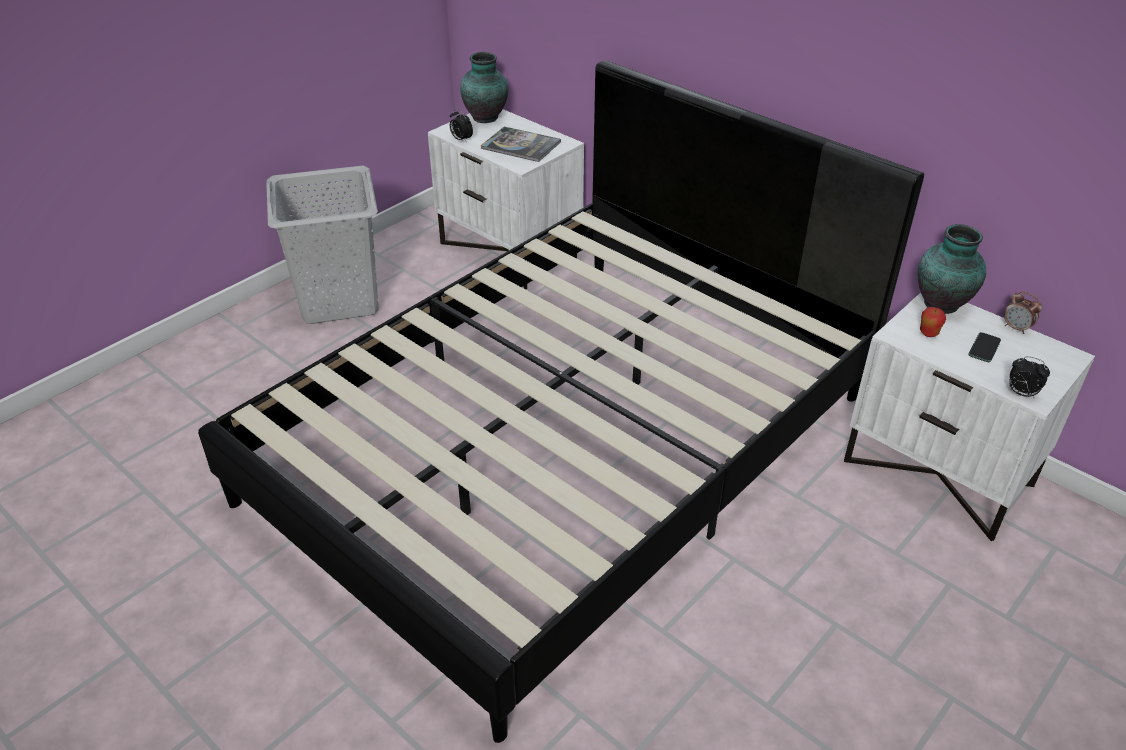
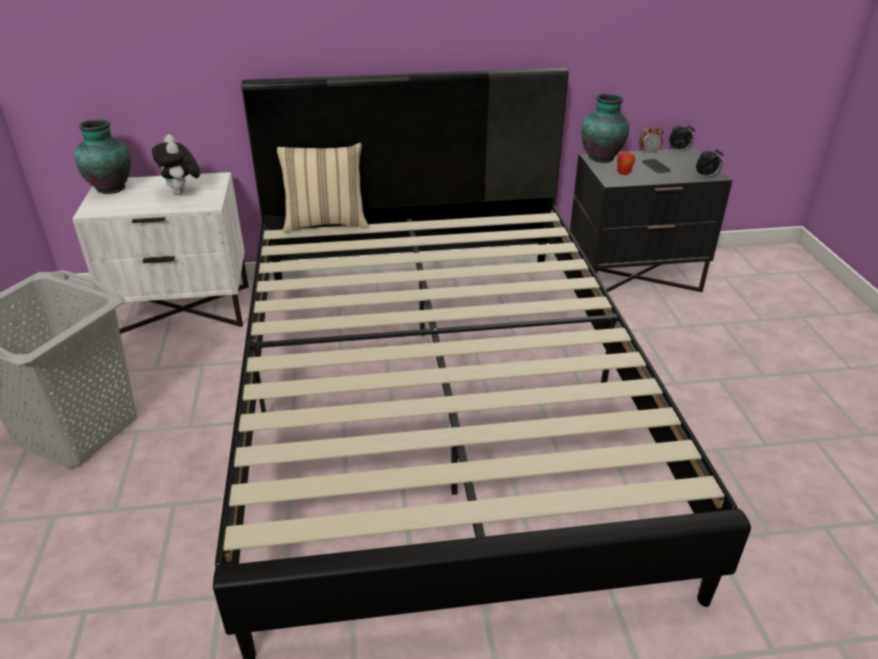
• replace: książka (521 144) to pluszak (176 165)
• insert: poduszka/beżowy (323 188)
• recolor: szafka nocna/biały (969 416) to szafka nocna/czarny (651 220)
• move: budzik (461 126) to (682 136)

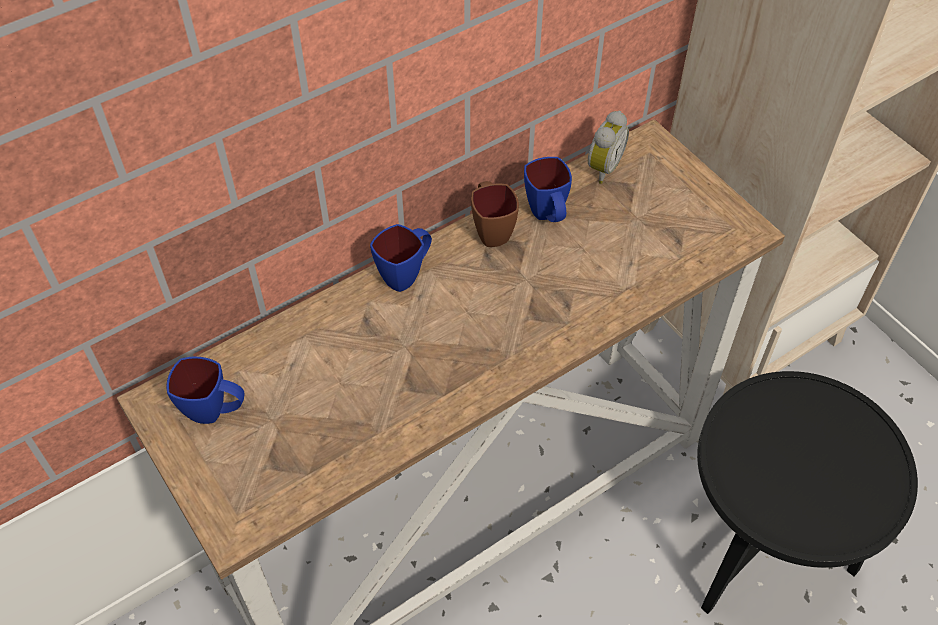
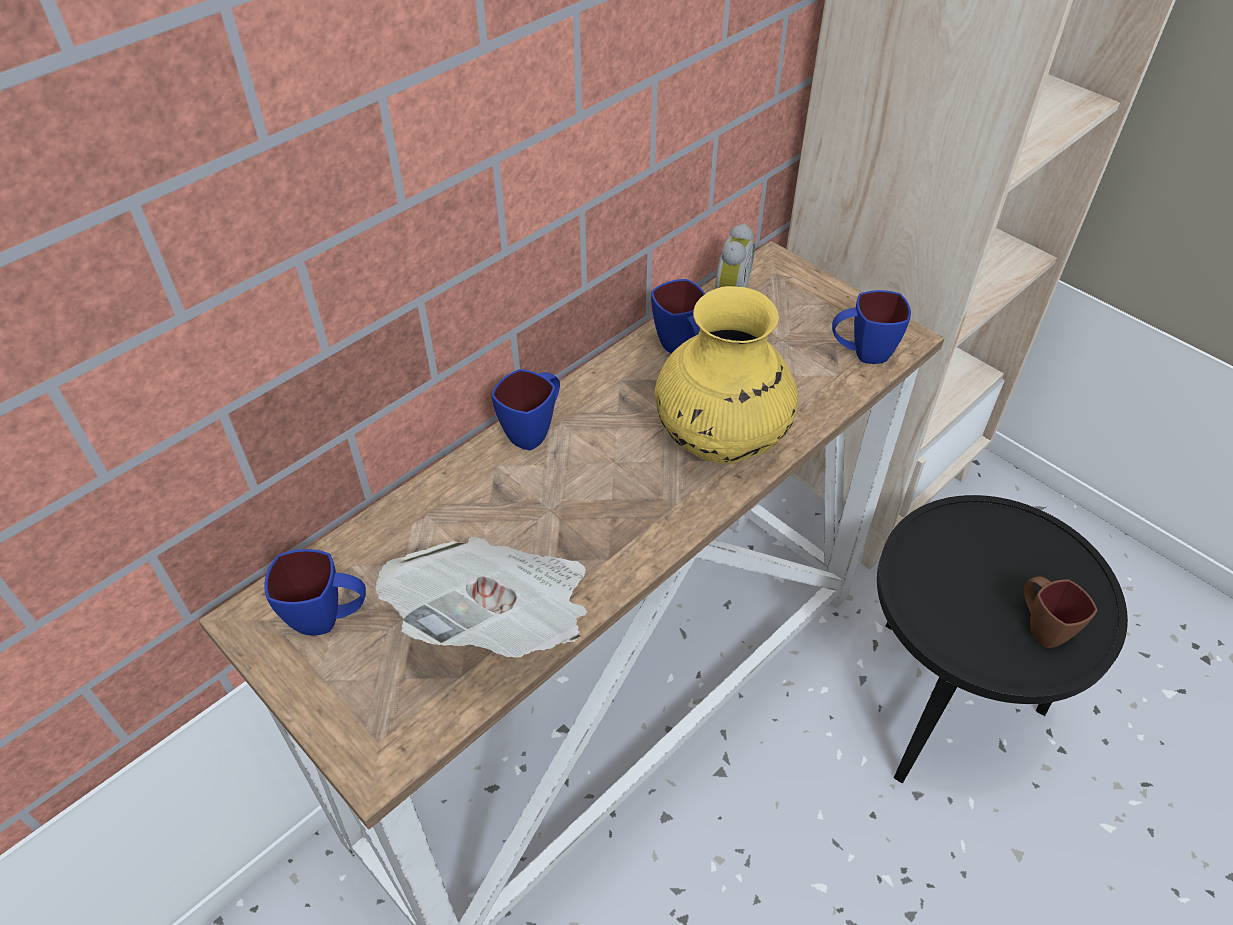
• insert: gazeta (481 597)
• insert: wazon/żółty (726 375)
• insert: kubek/niebieski (871 327)
• move: kubek/brązowy (495 214) to (1061 612)

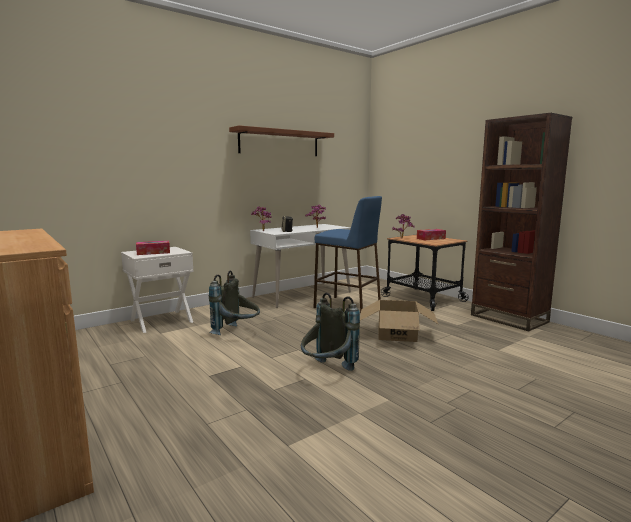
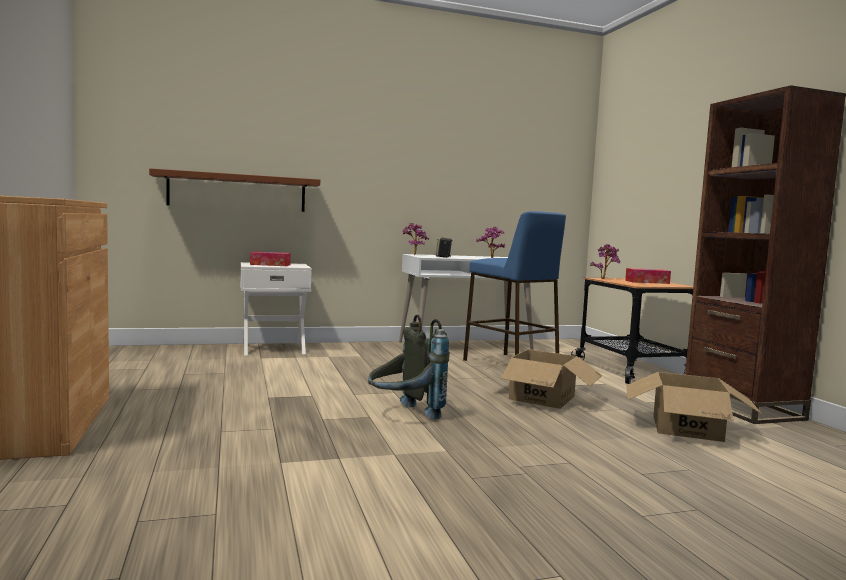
• move: półka/brązowy (281 140) to (234 190)
• insert: karton (694 407)
• delete: plecak/szary (234 303)

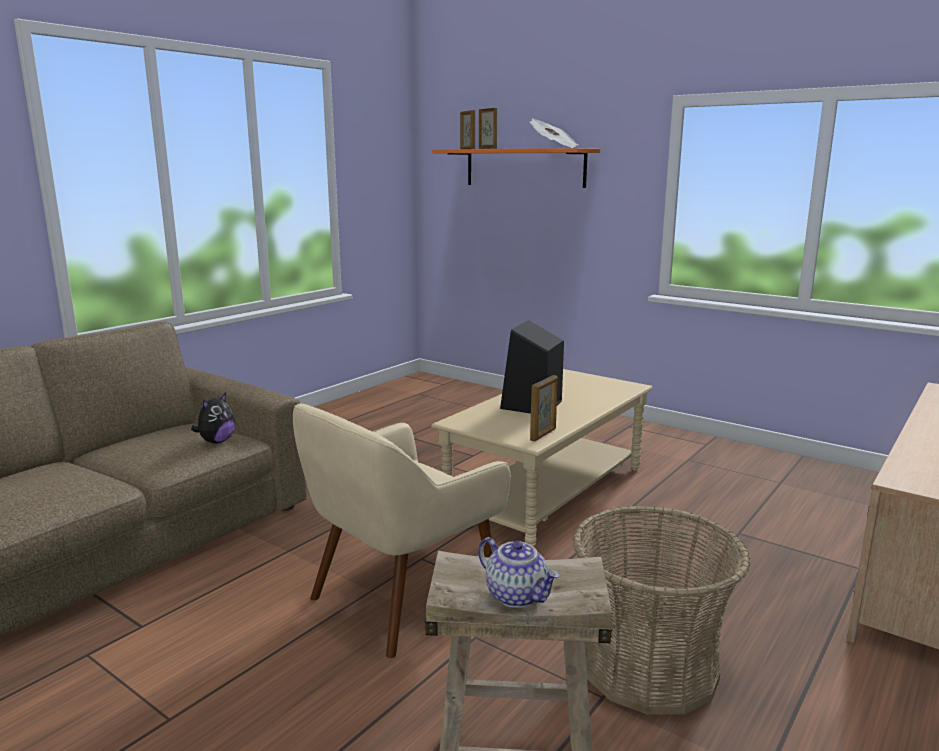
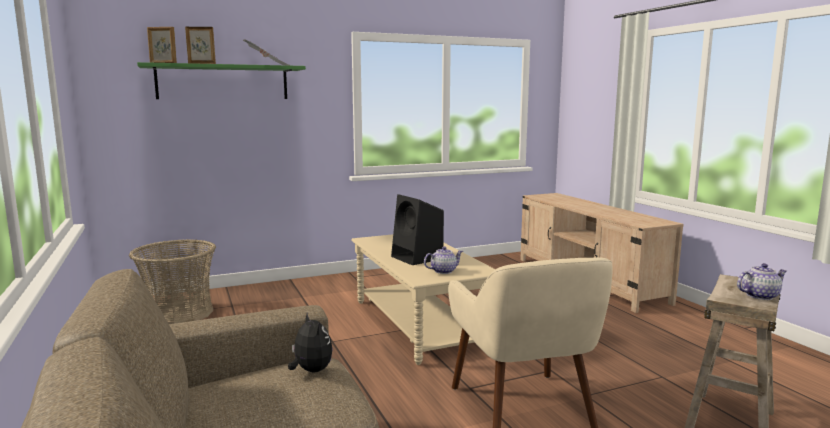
• move: koszyk (662 610) to (172 281)
• recolor: półka/pomarańczowy (516 168) to półka/zielony (221 80)
• insert: imbryk (443 260)
• delete: ramka na zdjęcie (544 408)

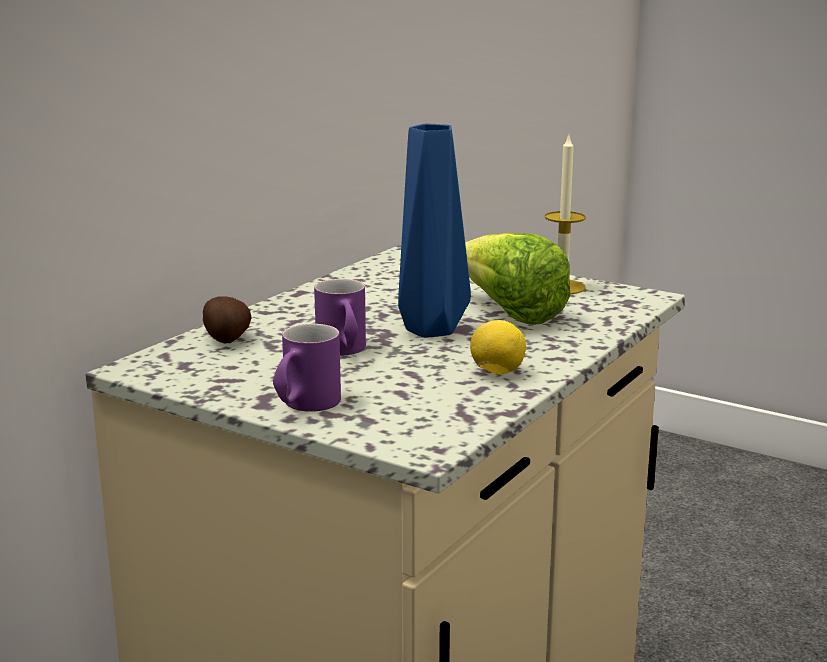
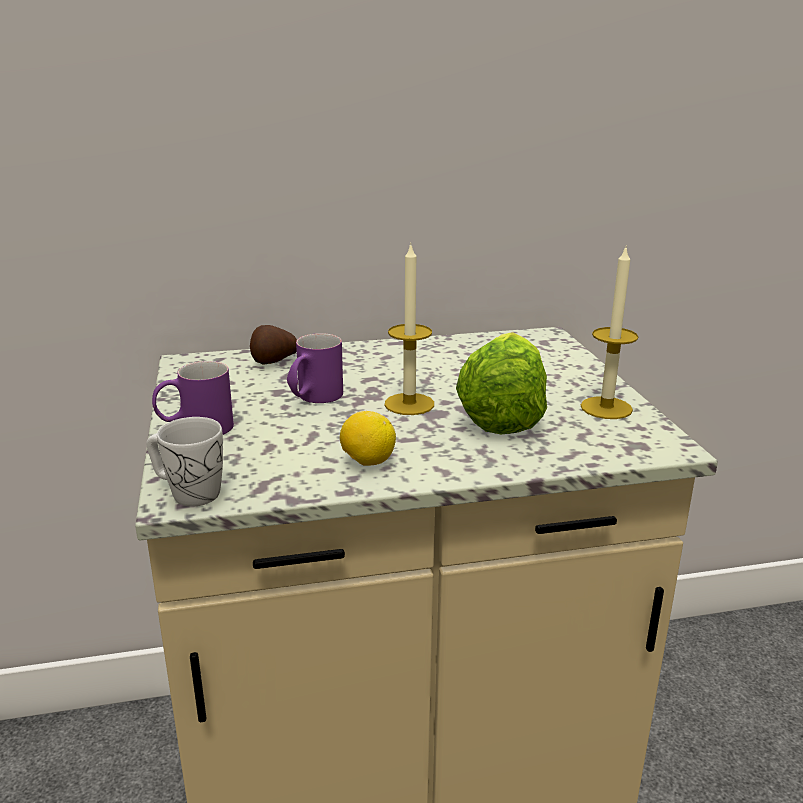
• insert: kubek/biały (184 462)
• replace: wazon/niebieski (434 231) to świeca (409 328)

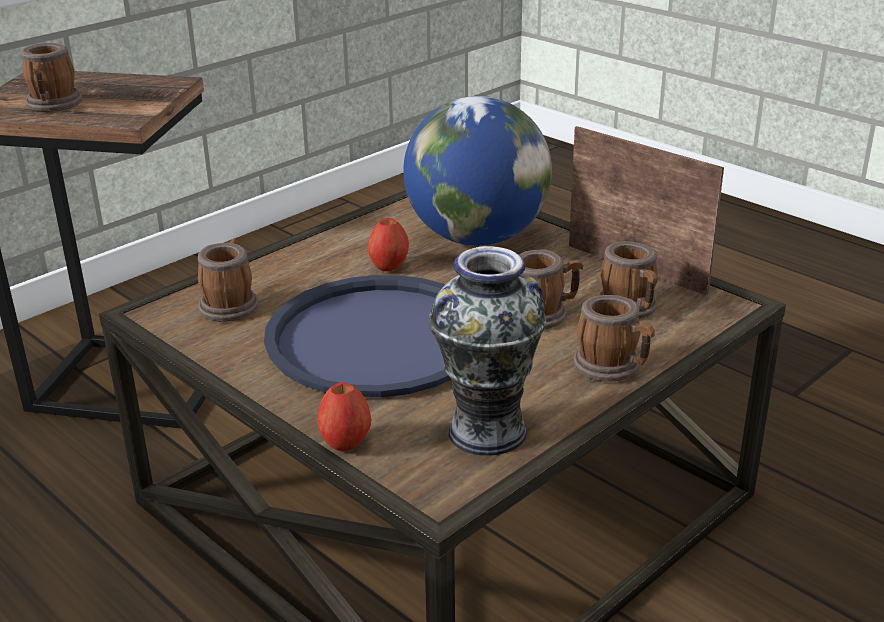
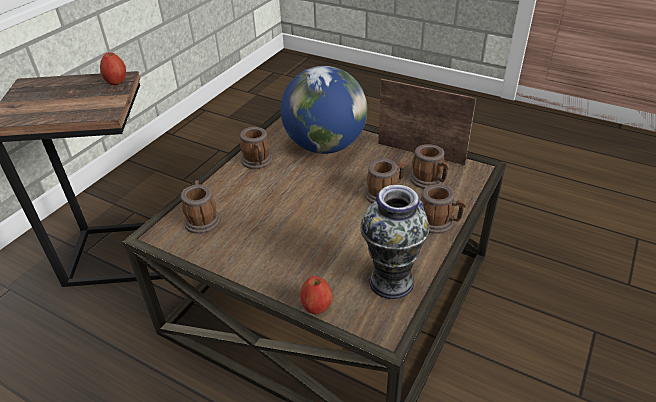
• move: jabłko (388 244) to (113 68)
• move: kubek (51 77) to (256 148)
• delete: taca/niebieski (357 336)

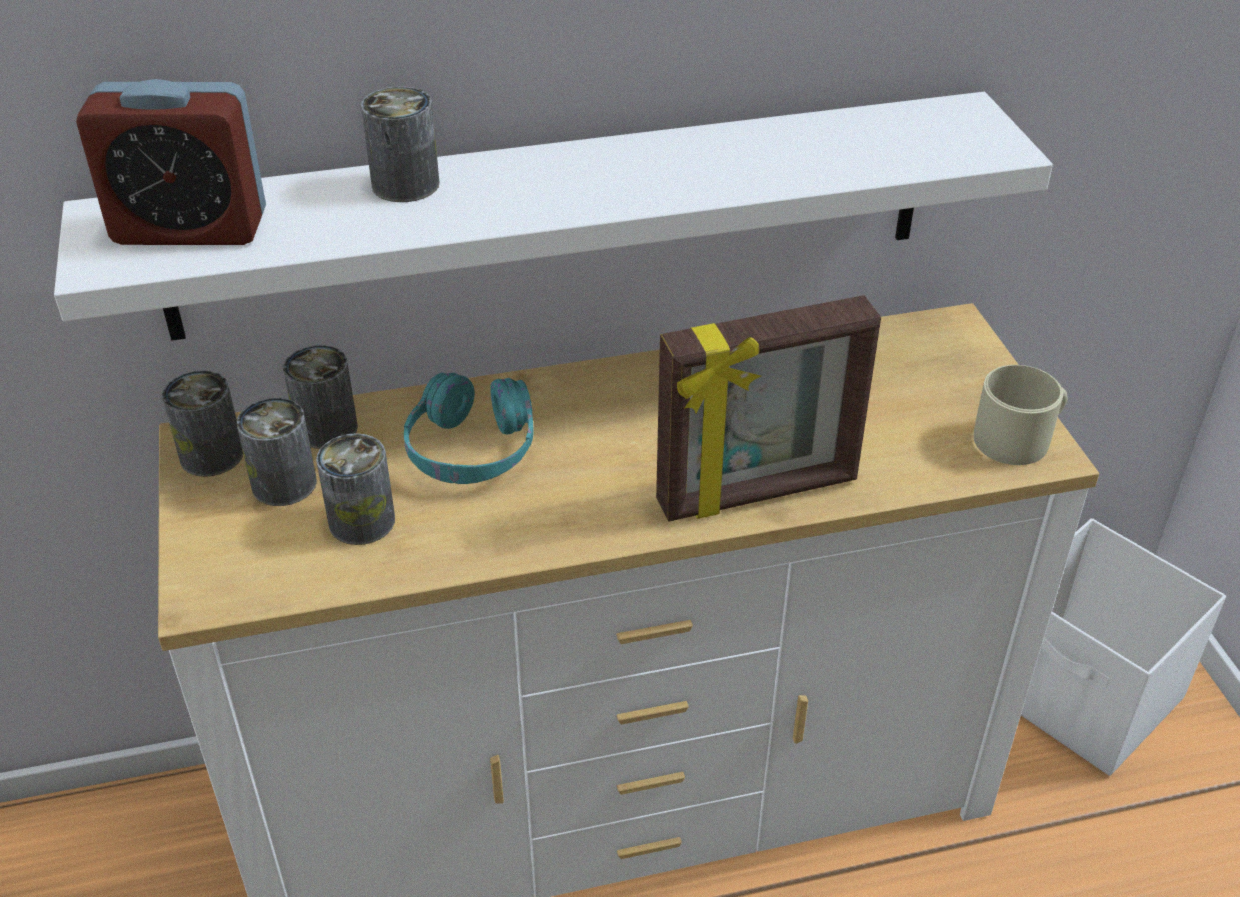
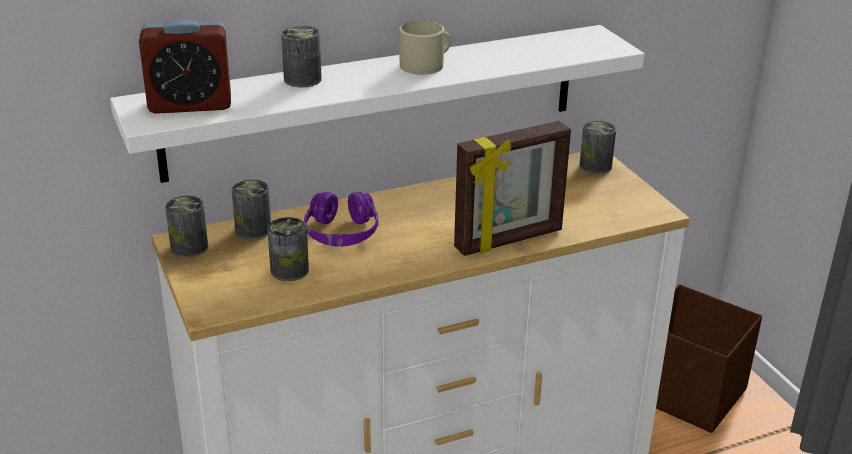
• recolor: słuchawki/turkusowy (469 428) to słuchawki/fioletowy (341 219)
• move: kubek/beżowy (1020 415) to (425 47)
• move: puszka (277 452) to (598 147)
• recolor: pojemnik do przechowywania/biały (1123 646) to pojemnik do przechowywania/brązowy (709 358)

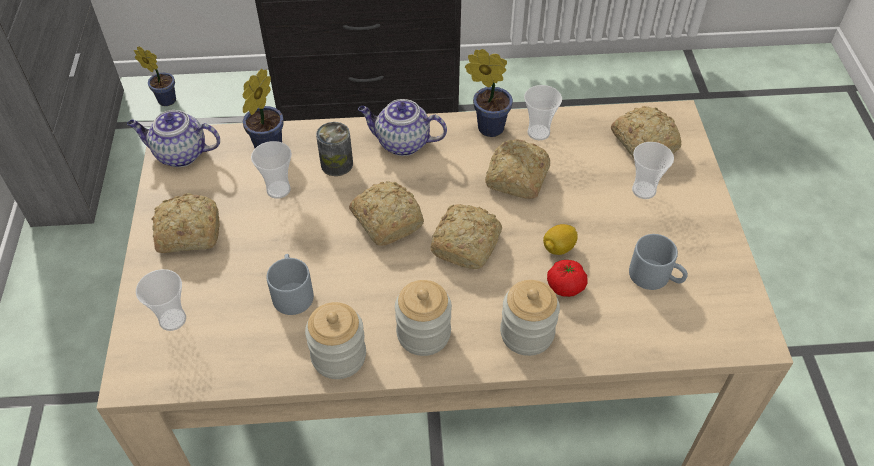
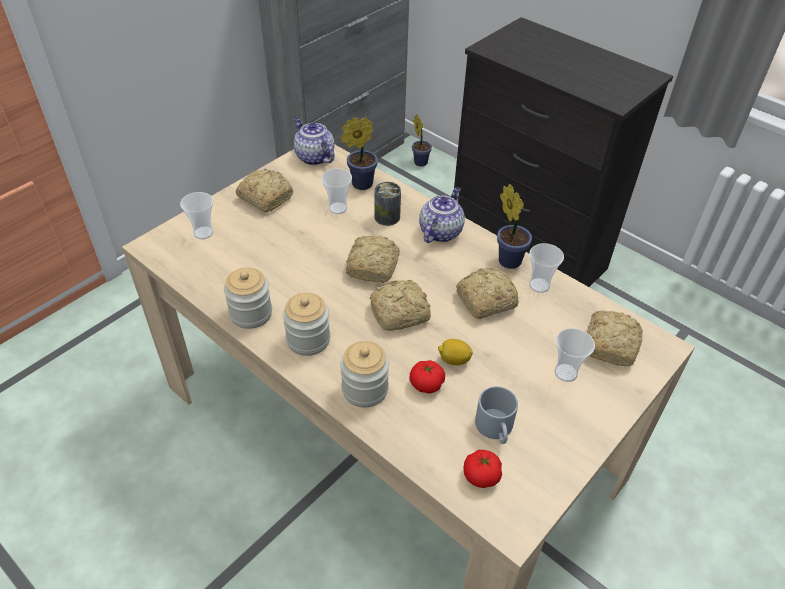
• rotate: imbryk (402 127) = (442 215) 60 degrees clockwise
• insert: pomidor (482 469)
• delete: kubek/szary (290 284)

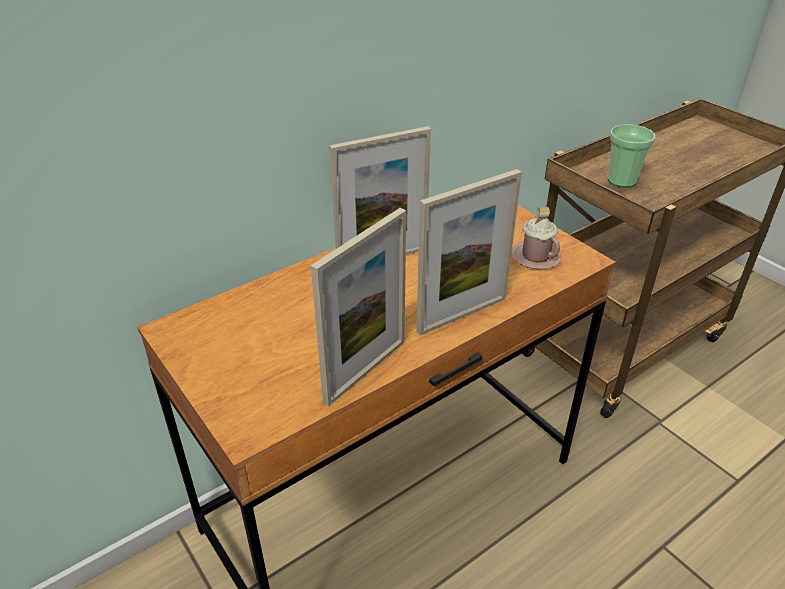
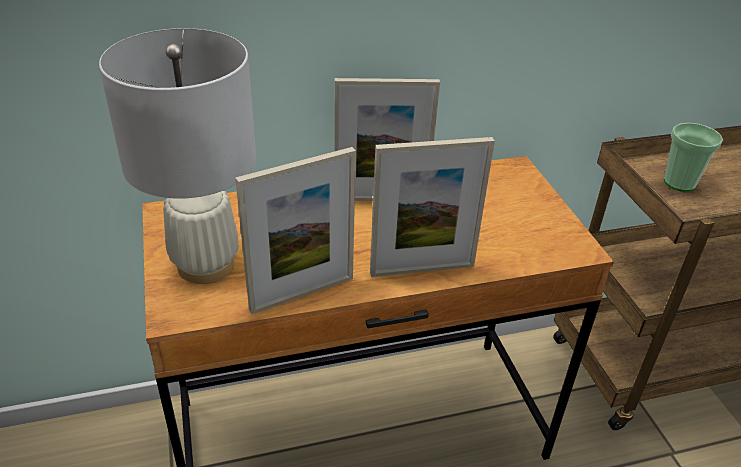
• insert: lampa stołowa/biały (177 156)
• delete: kubek/różowy (537 238)

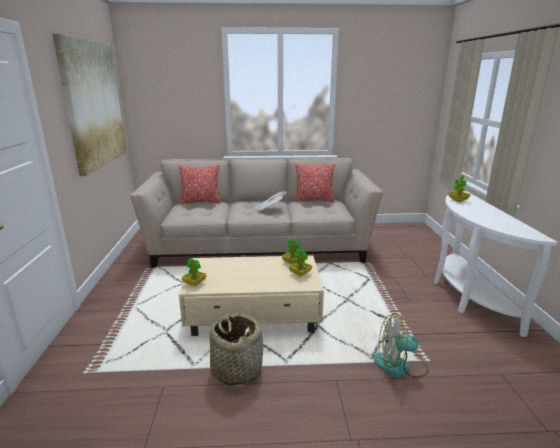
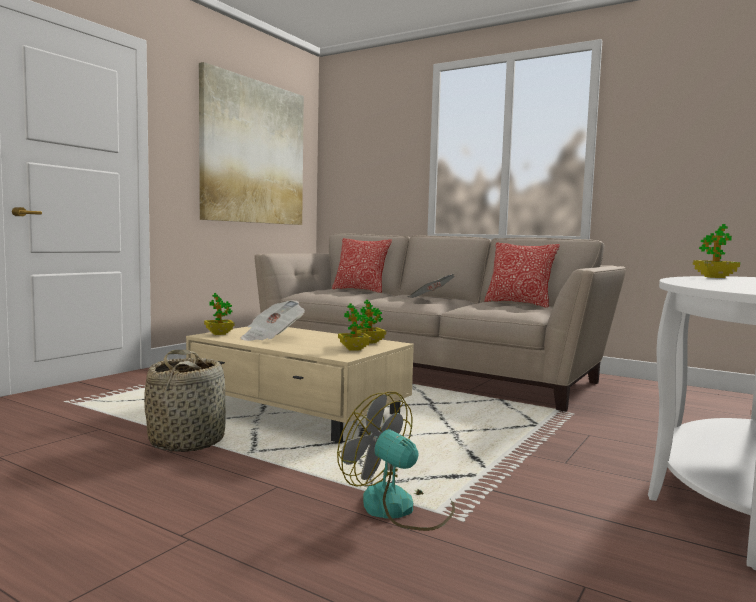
• insert: gazeta (273 320)

